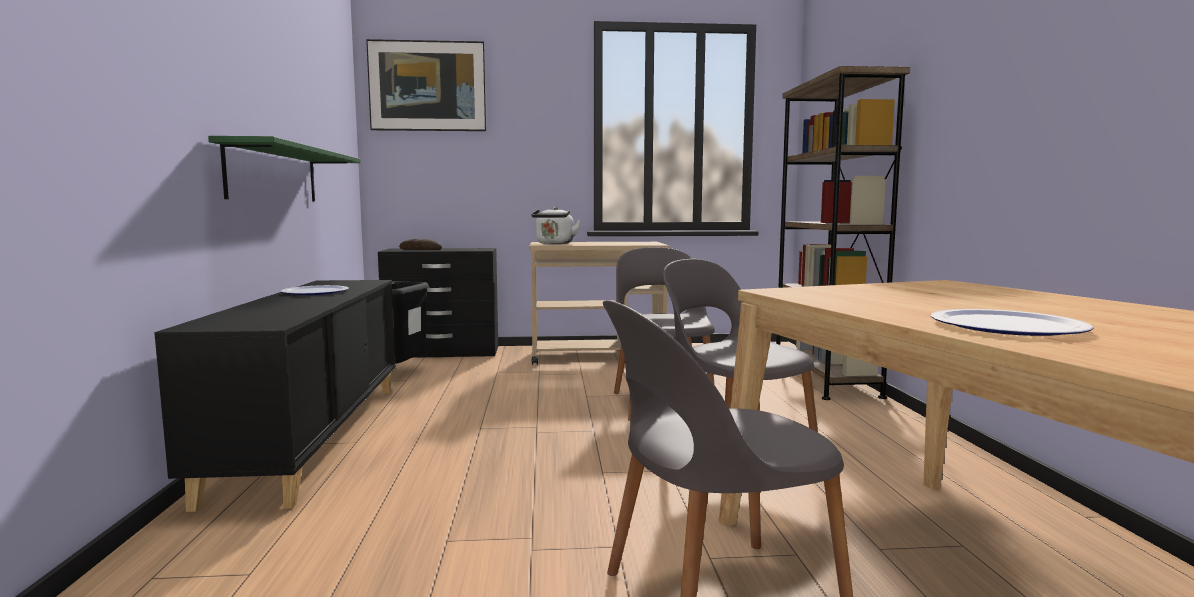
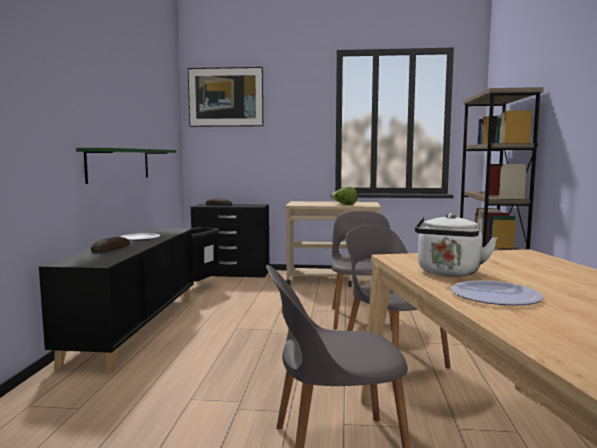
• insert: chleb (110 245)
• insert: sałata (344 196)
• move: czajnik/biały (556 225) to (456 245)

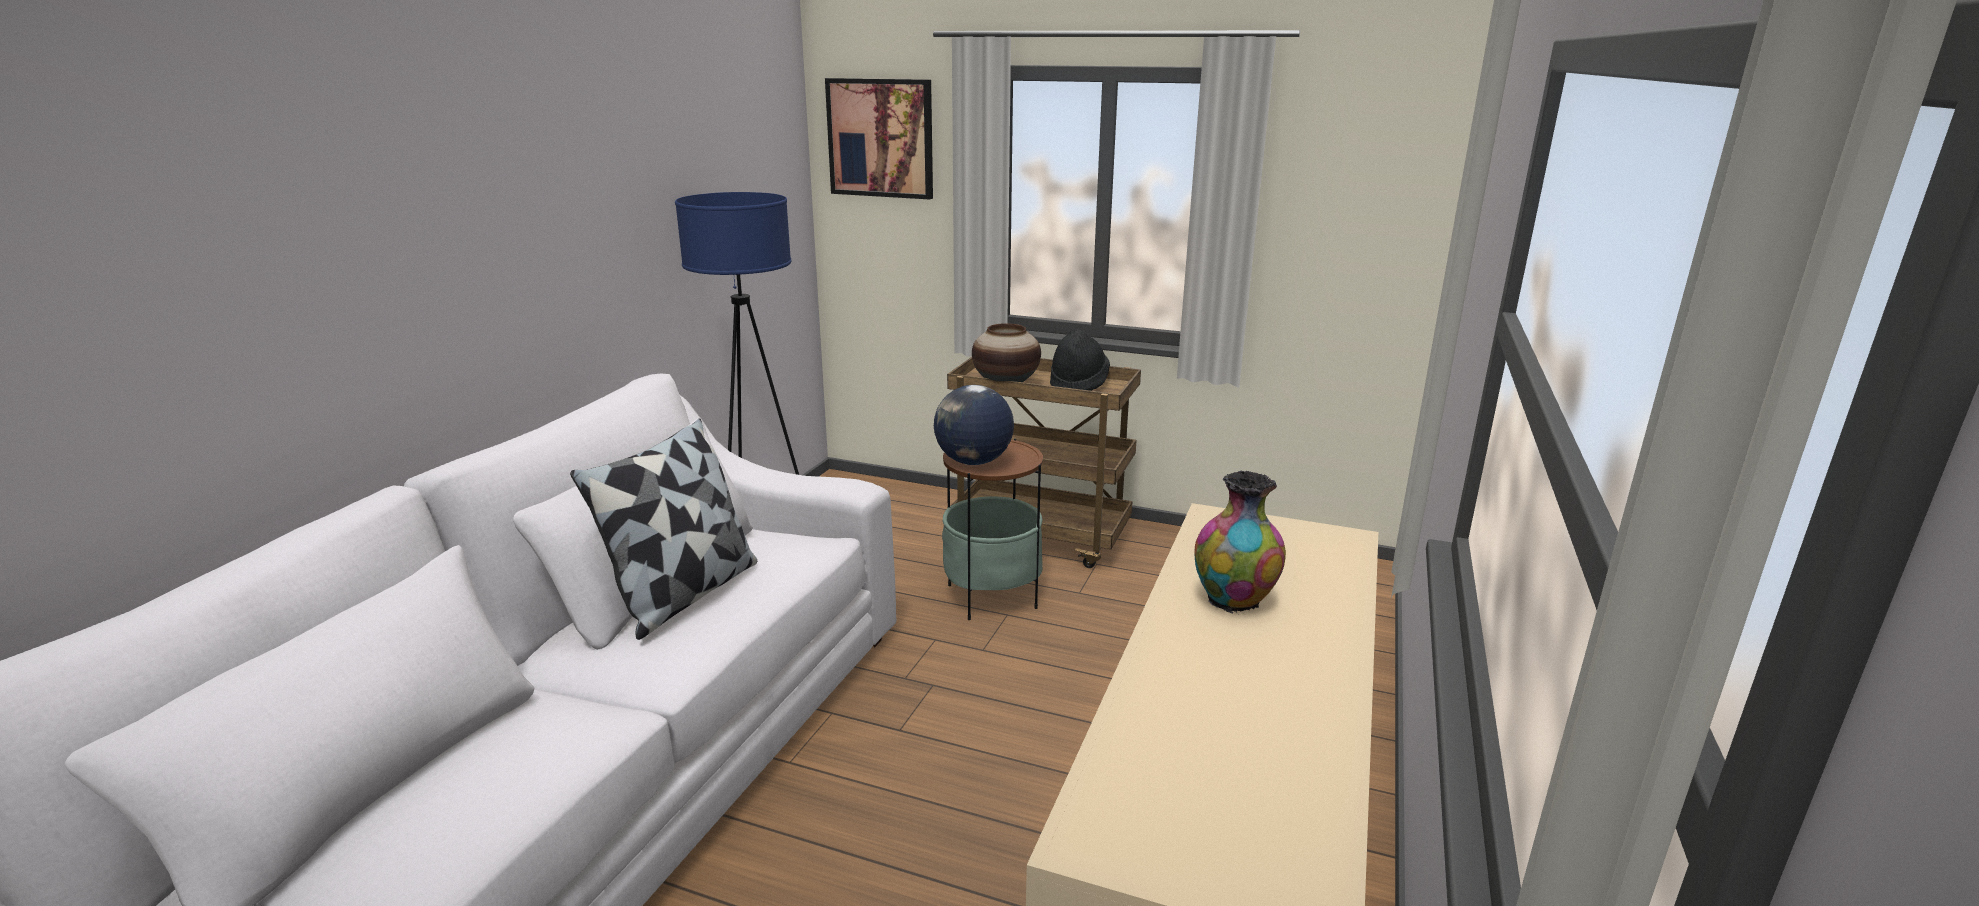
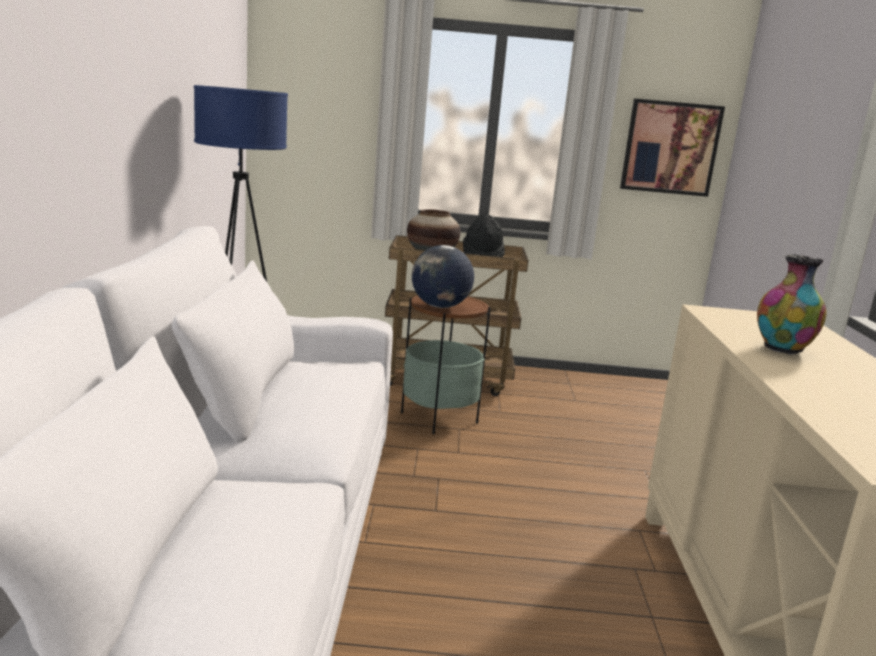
• move: obraz (879 138) to (672 148)
• delete: poduszka (663 529)

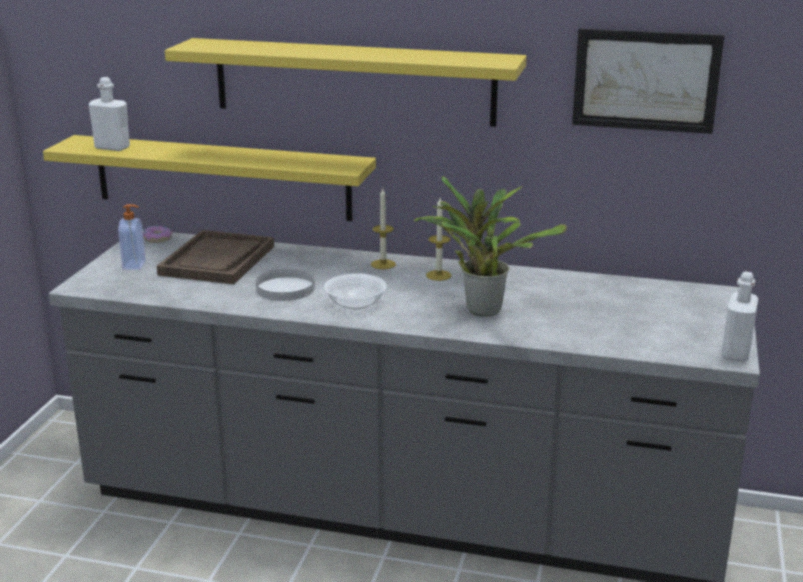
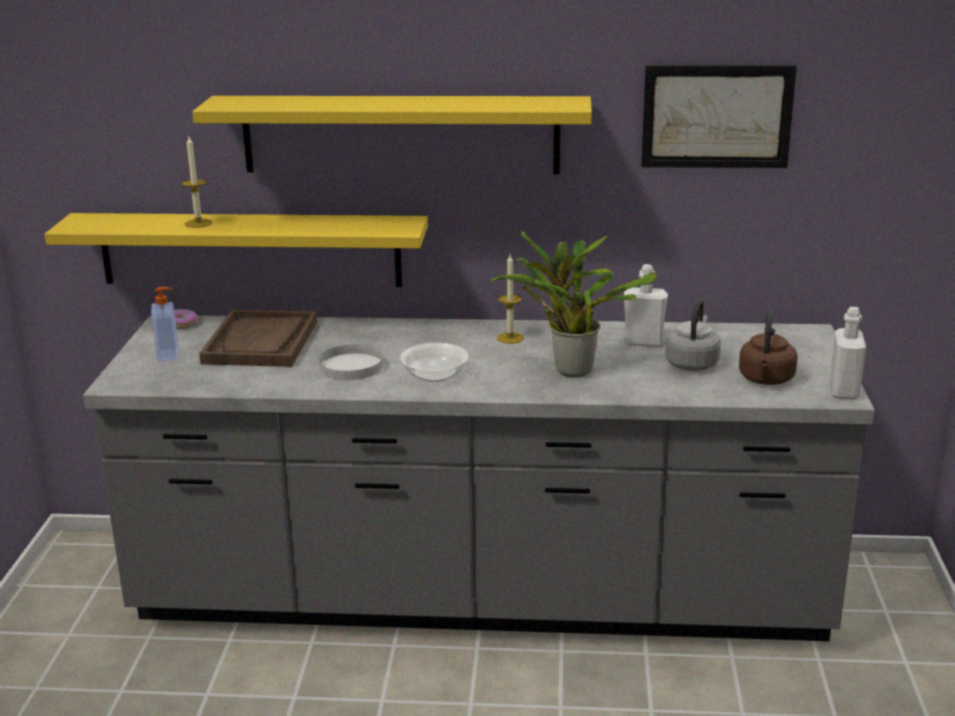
• move: świeca (383 229) to (197 182)
• move: butelka/biały (109 114) to (646 305)
• insert: czajnik/szary (693 335)
• insert: czajnik/brązowy (768 347)

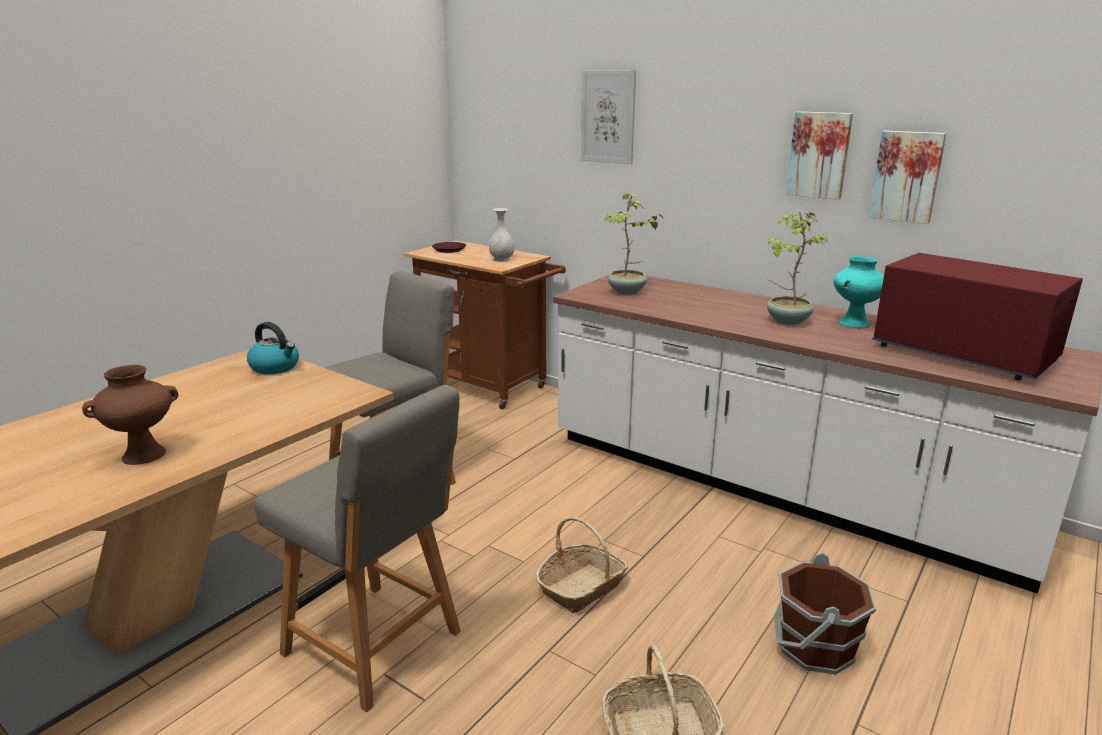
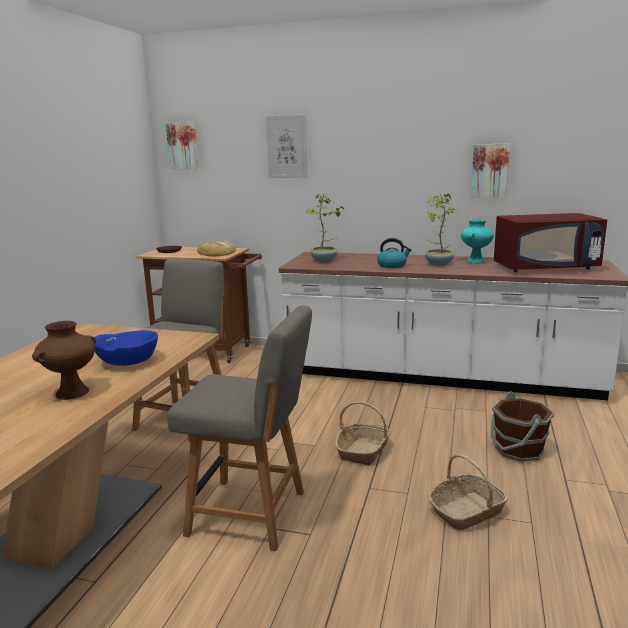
• insert: miska/niebieski (126 348)
• move: obraz (819 156) to (182 145)
• replace: wazon/biały (501 235) to chleb (216 248)
• move: czajnik (273 348) to (394 253)
• rotate: mikrofalówka/czerwony (977 316) = (550 242) 150 degrees clockwise

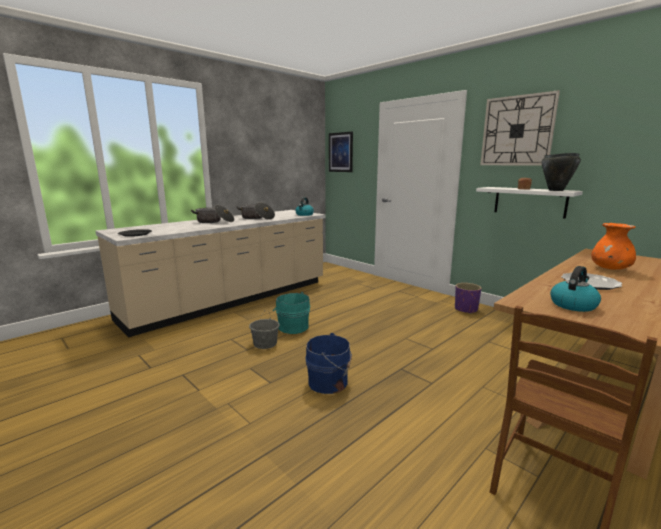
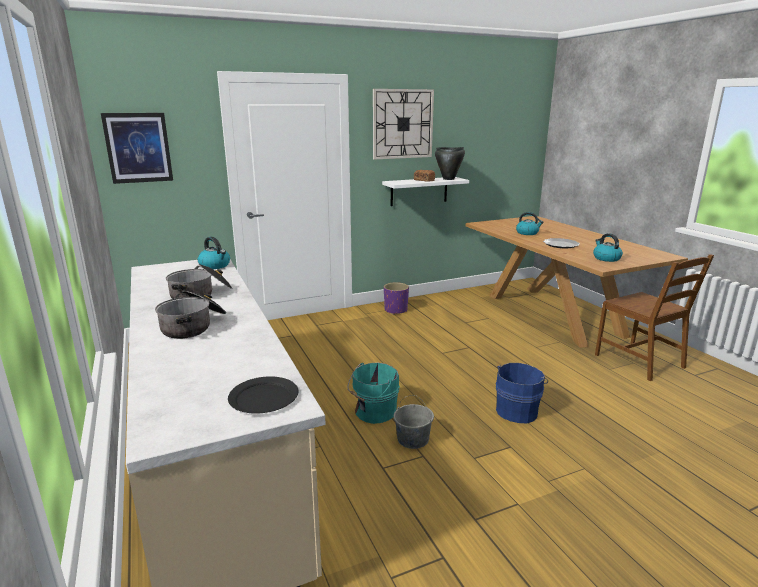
• replace: wazon/pomarańczowy (613 246) to czajnik (529 223)

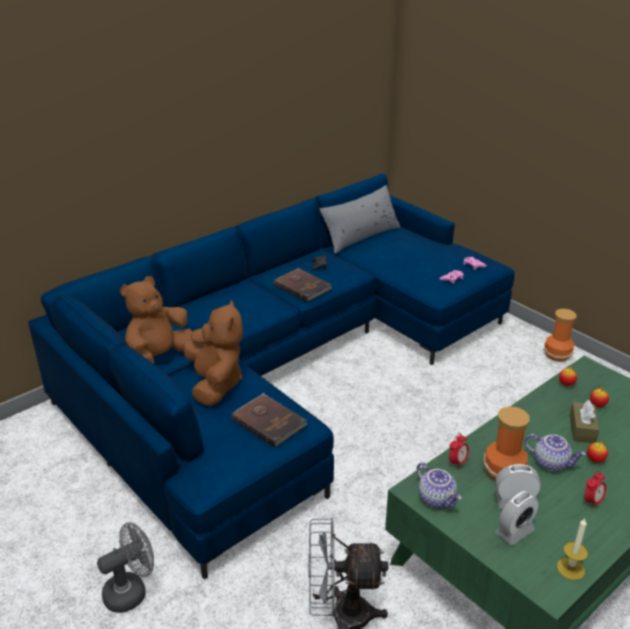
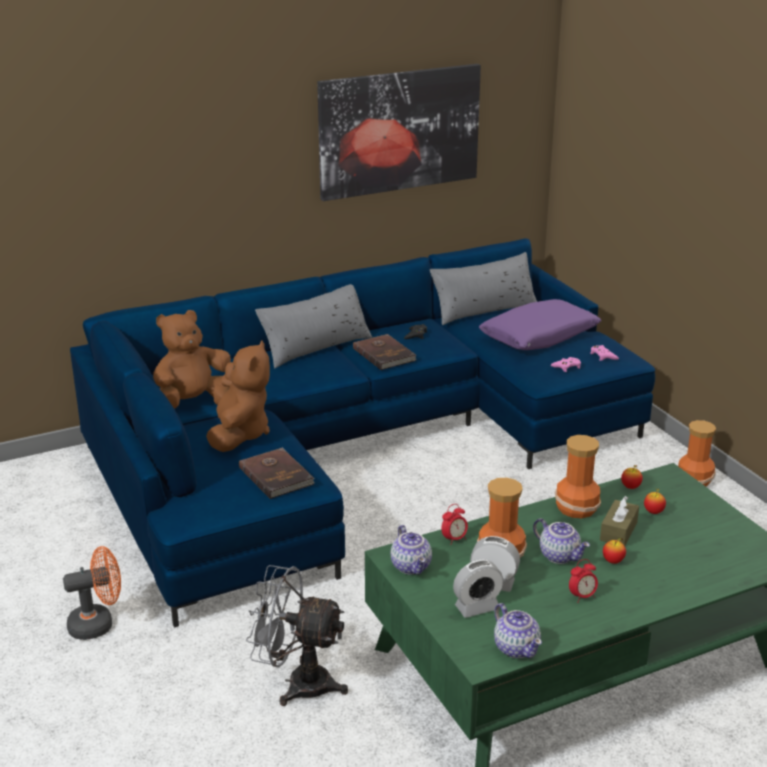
• recolor: wentylator/szary (125 567) to wentylator/pomarańczowy (92 593)
• insert: poduszka/szary (313 326)
• insert: obraz (399 132)
• insert: poduszka/fioletowy (540 324)
• replace: świeca (572 549) to imbryk (518 630)
• insert: wazon (578 476)

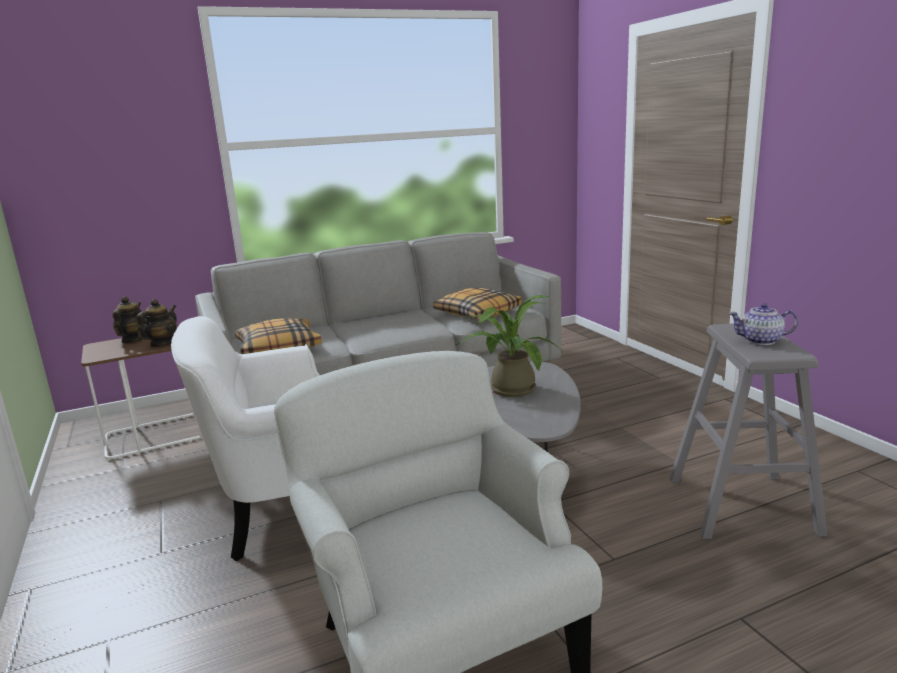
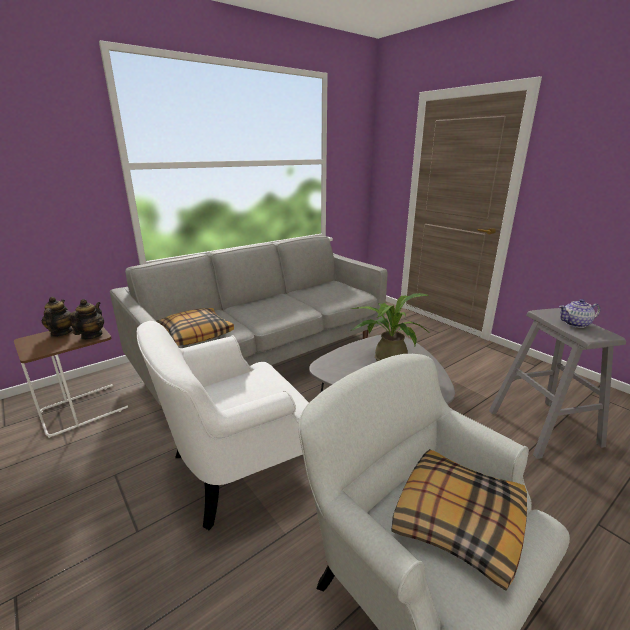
• move: poduszka (477 303) to (459 520)

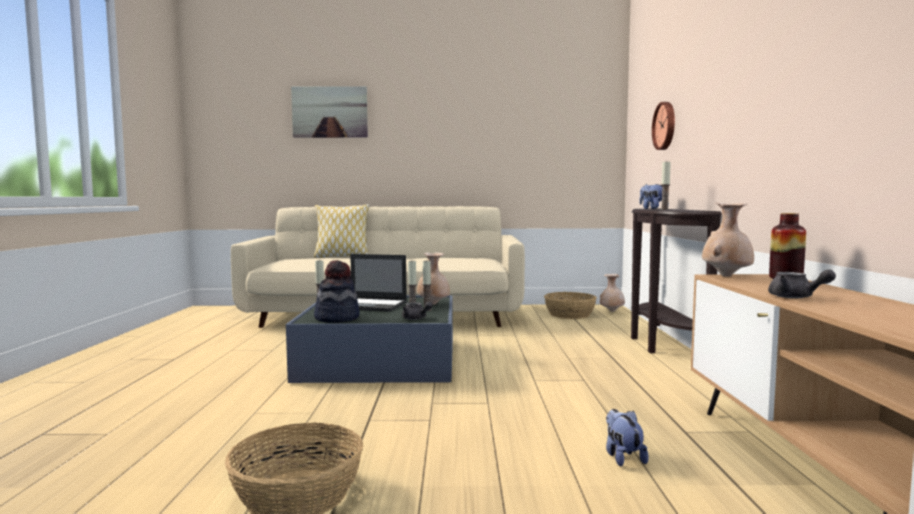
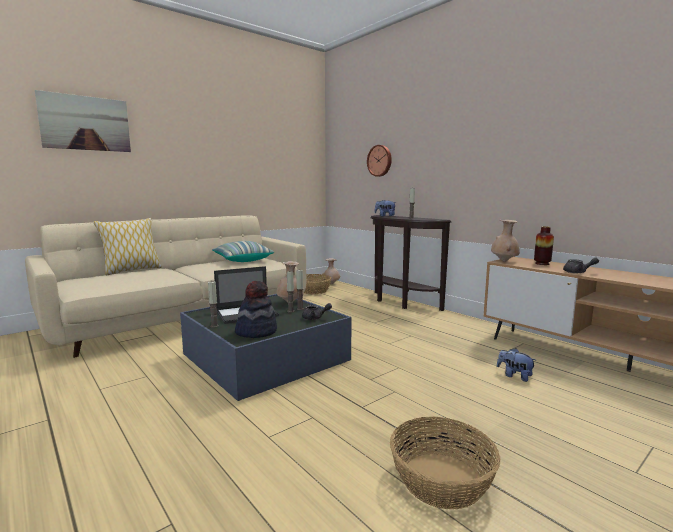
• insert: poduszka (243 251)

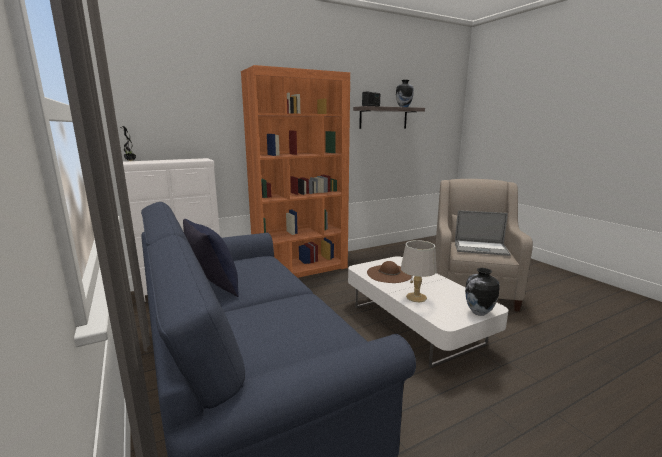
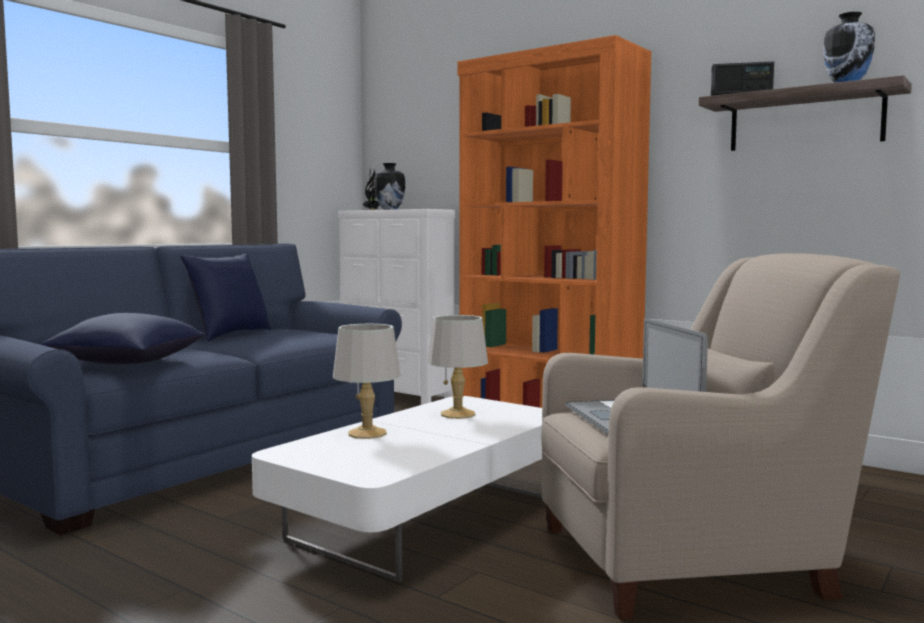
• insert: poduszka/niebieski (123 338)
• move: wazon (482 292) to (389 186)
• replace: kapelusz/brązowy (390 272) to lampa stołowa/szary (458 367)

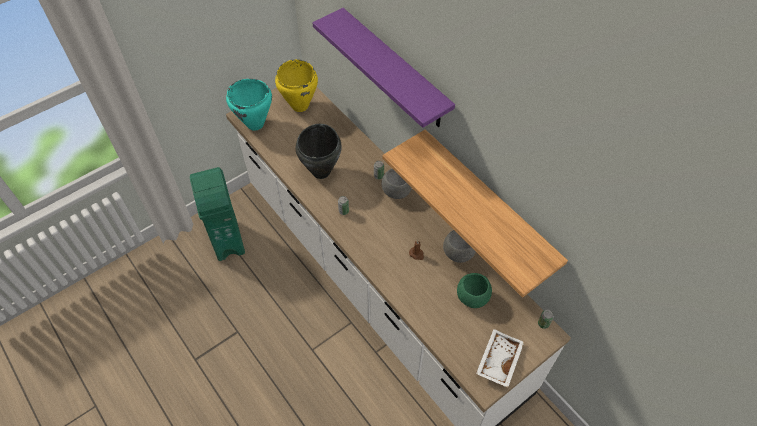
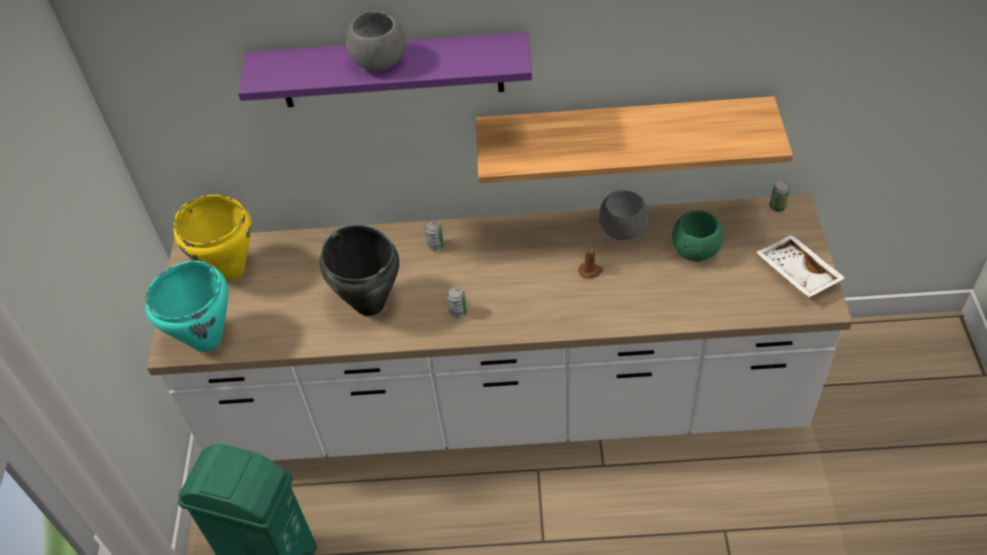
• move: miska/szary (397 184) to (375 40)

